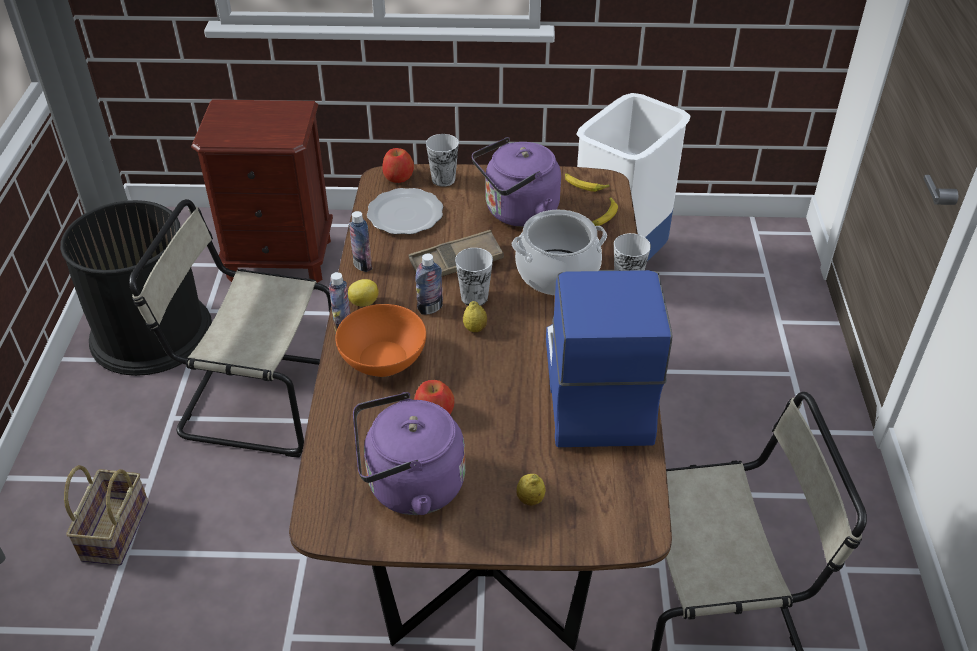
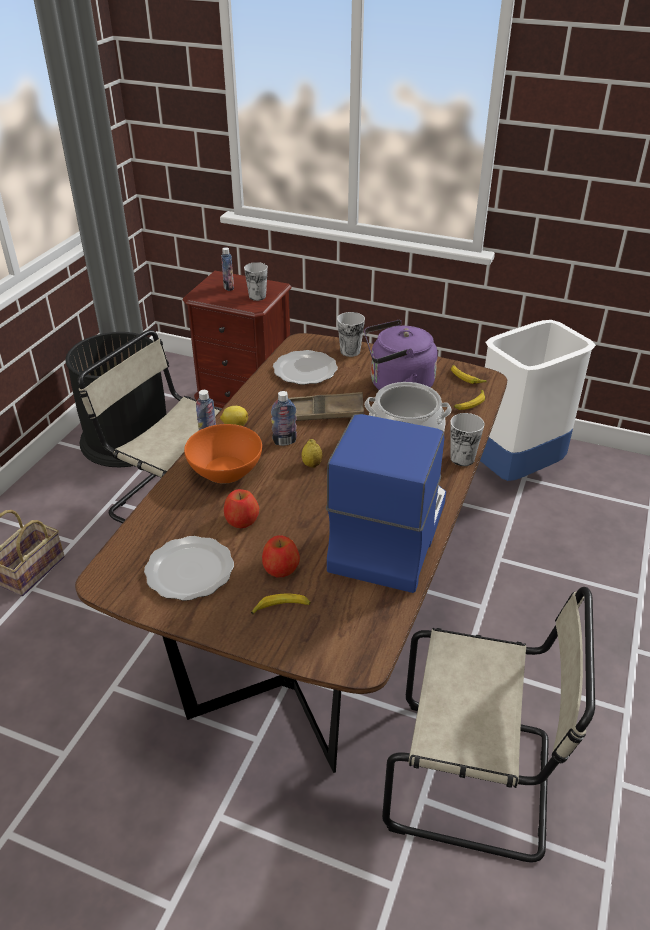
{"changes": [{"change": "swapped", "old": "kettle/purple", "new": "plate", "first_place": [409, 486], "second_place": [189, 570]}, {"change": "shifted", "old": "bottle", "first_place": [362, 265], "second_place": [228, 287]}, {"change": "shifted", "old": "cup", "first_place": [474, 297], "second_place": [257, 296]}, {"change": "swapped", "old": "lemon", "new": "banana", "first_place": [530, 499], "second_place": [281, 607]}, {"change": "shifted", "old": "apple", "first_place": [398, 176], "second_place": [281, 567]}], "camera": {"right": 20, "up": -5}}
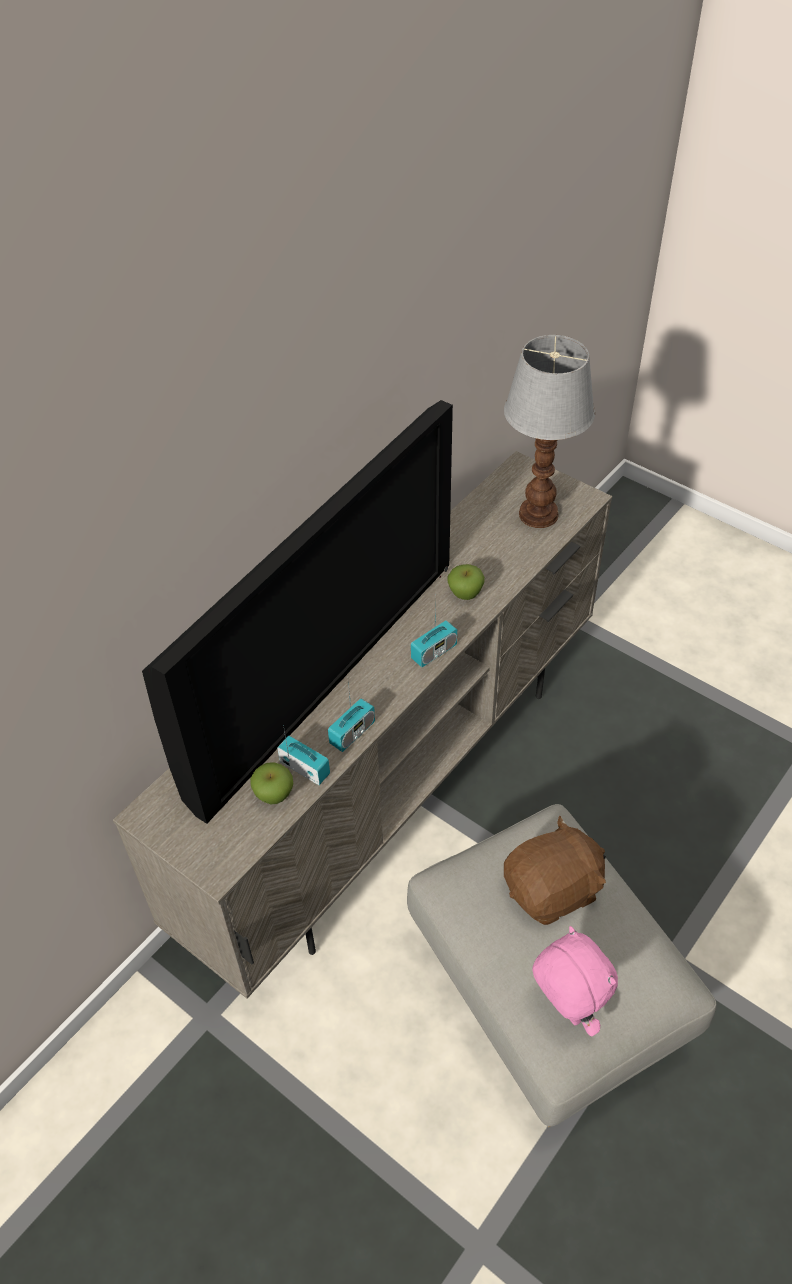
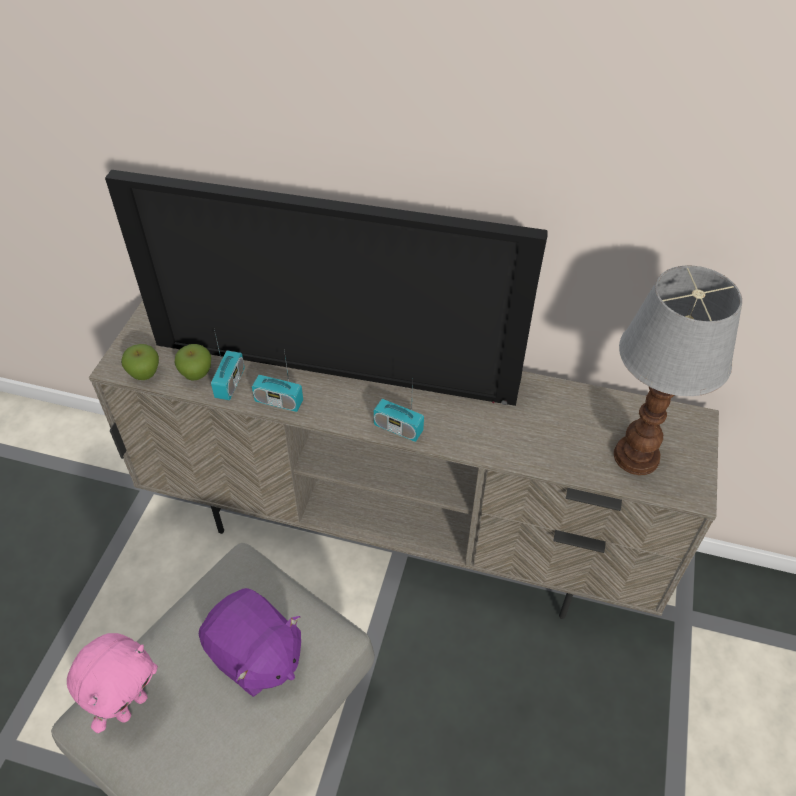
{"changes": [{"change": "shifted", "old": "apple", "first_place": [465, 594], "second_place": [145, 374]}, {"change": "repainted", "old": "plush toy/brown", "new": "plush toy/purple", "first_place": [553, 890], "second_place": [255, 656]}], "camera": {"right": 65, "up": 0}}
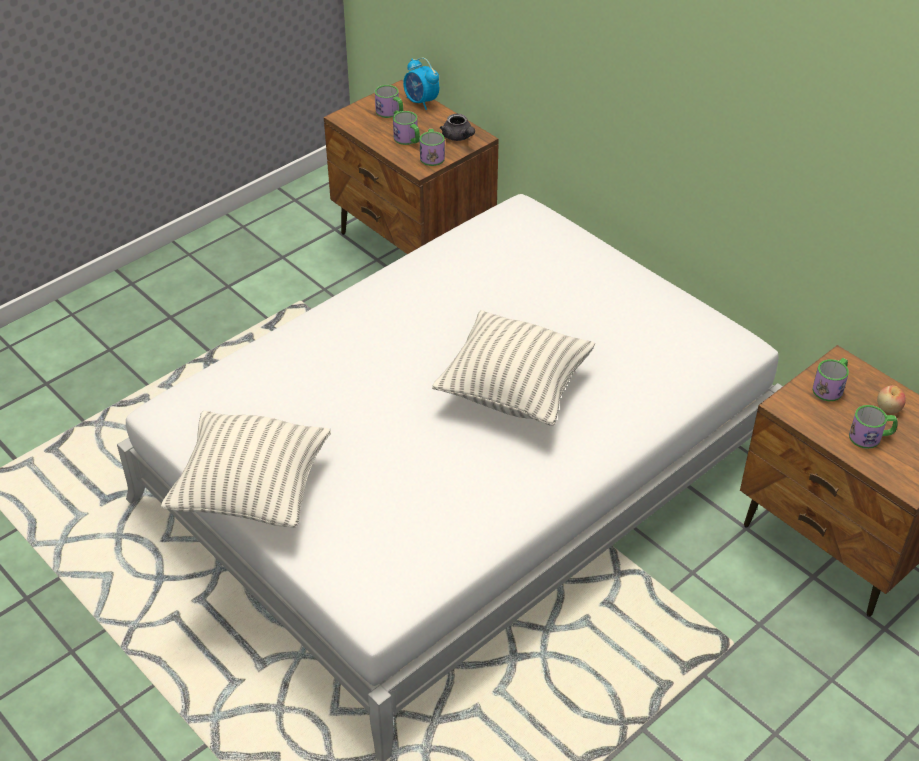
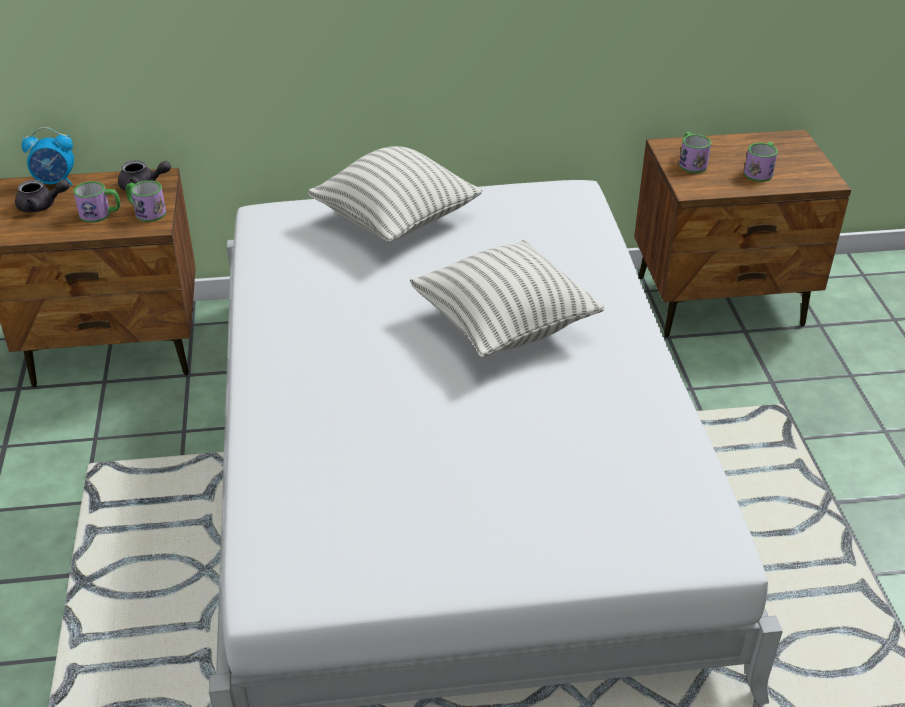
{"changes": [{"change": "swapped", "old": "mug", "new": "teapot/grey", "first_place": [390, 113], "second_place": [42, 206]}, {"change": "shifted", "old": "pillow", "first_place": [252, 492], "second_place": [396, 222]}, {"change": "gone", "old": "apple", "first_place": [888, 408]}], "camera": {"right": -55, "up": -5}}
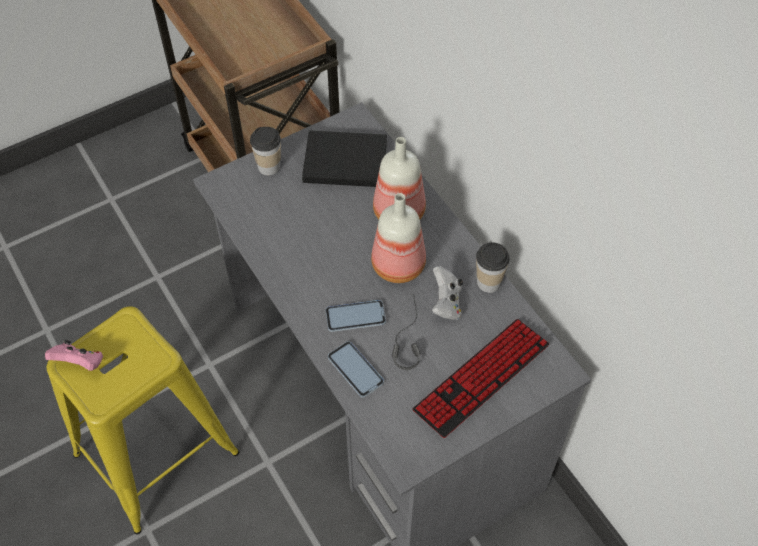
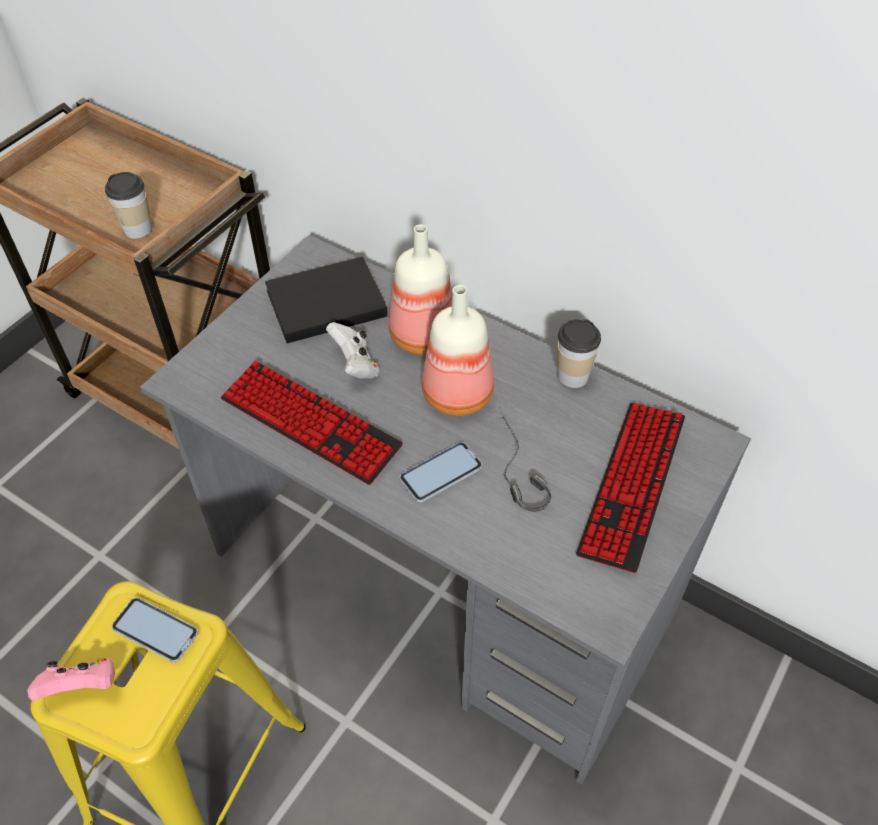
{"changes": [{"change": "shifted", "old": "cup", "first_place": [269, 167], "second_place": [138, 229]}, {"change": "shifted", "old": "phone", "first_place": [355, 370], "second_place": [155, 630]}, {"change": "new", "new": "keyboard", "second_place": [310, 423]}, {"change": "shifted", "old": "game controller/white", "first_place": [446, 303], "second_place": [355, 365]}], "camera": {"right": -25, "up": -5}}
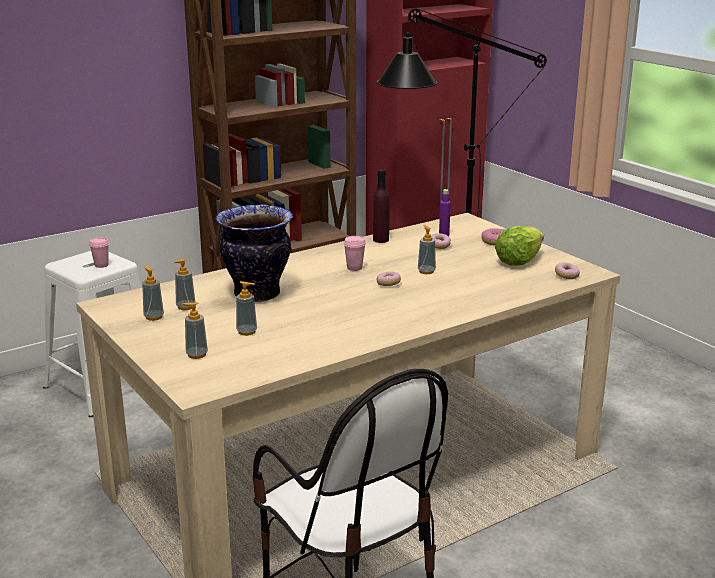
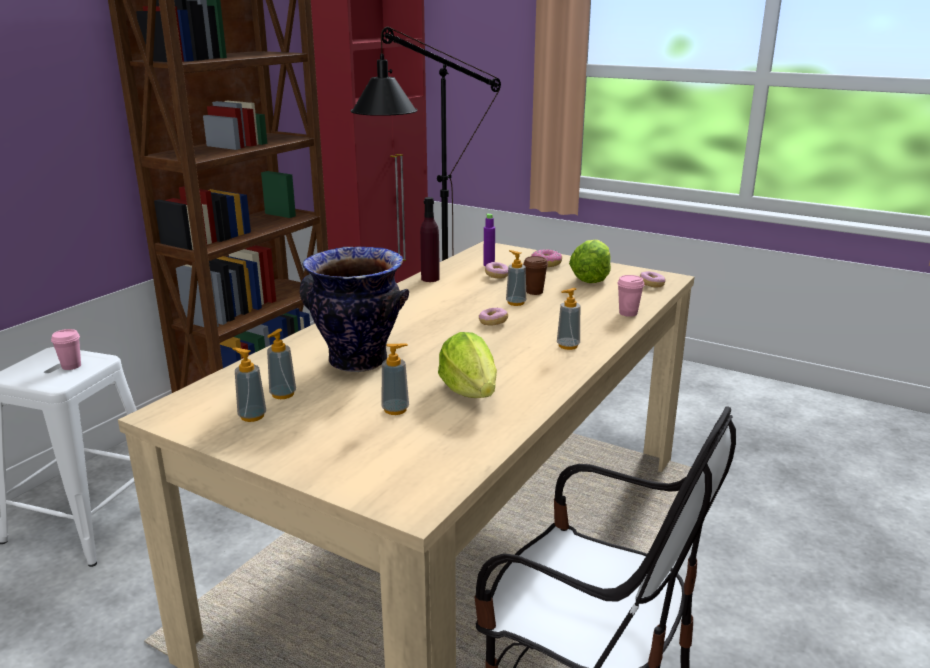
{"changes": [{"change": "new", "new": "lettuce", "second_place": [470, 392]}, {"change": "new", "new": "cup/brown", "second_place": [534, 292]}, {"change": "shifted", "old": "soap dispenser", "first_place": [196, 355], "second_place": [568, 346]}, {"change": "shifted", "old": "cup/pink", "first_place": [354, 268], "second_place": [628, 313]}], "camera": {"right": -25, "up": 0}}
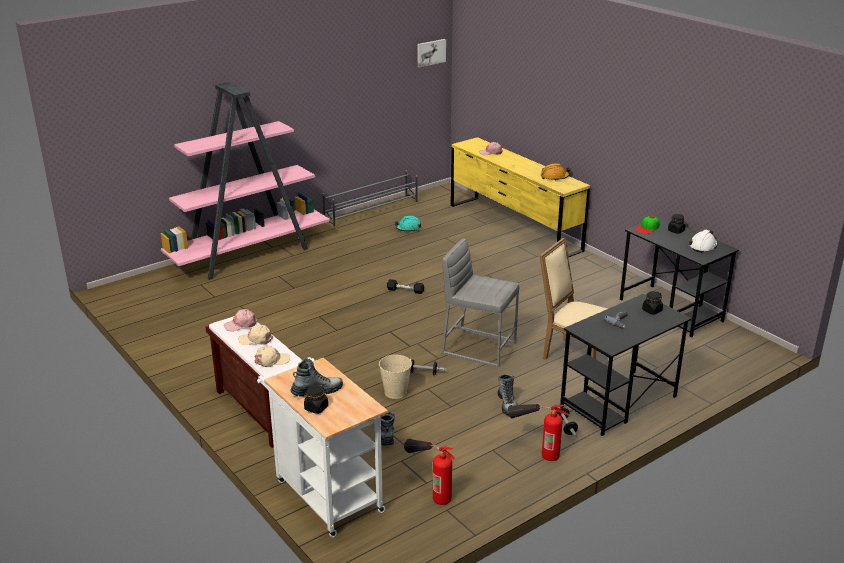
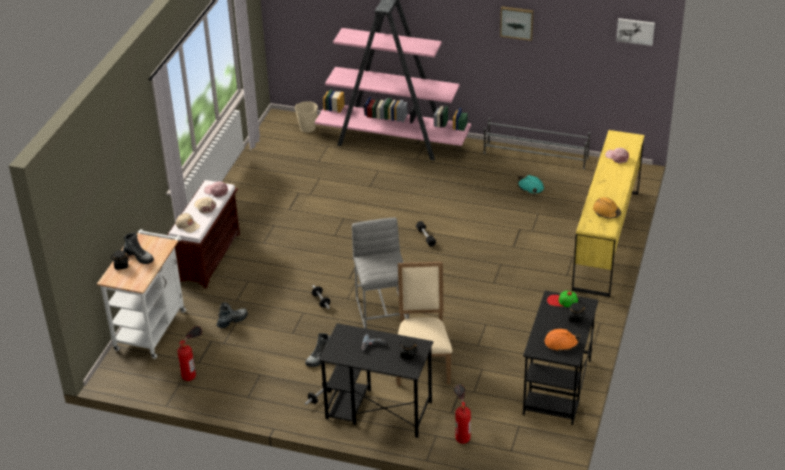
{"changes": [{"change": "shifted", "old": "bucket/beige", "first_place": [395, 392], "second_place": [307, 127]}, {"change": "shifted", "old": "fire extinguisher", "first_place": [535, 450], "second_place": [461, 428]}, {"change": "new", "new": "picture", "second_place": [517, 22]}, {"change": "repainted", "old": "hard hat/white", "new": "hard hat/orange", "first_place": [703, 246], "second_place": [561, 343]}], "camera": {"right": 55, "up": 10}}
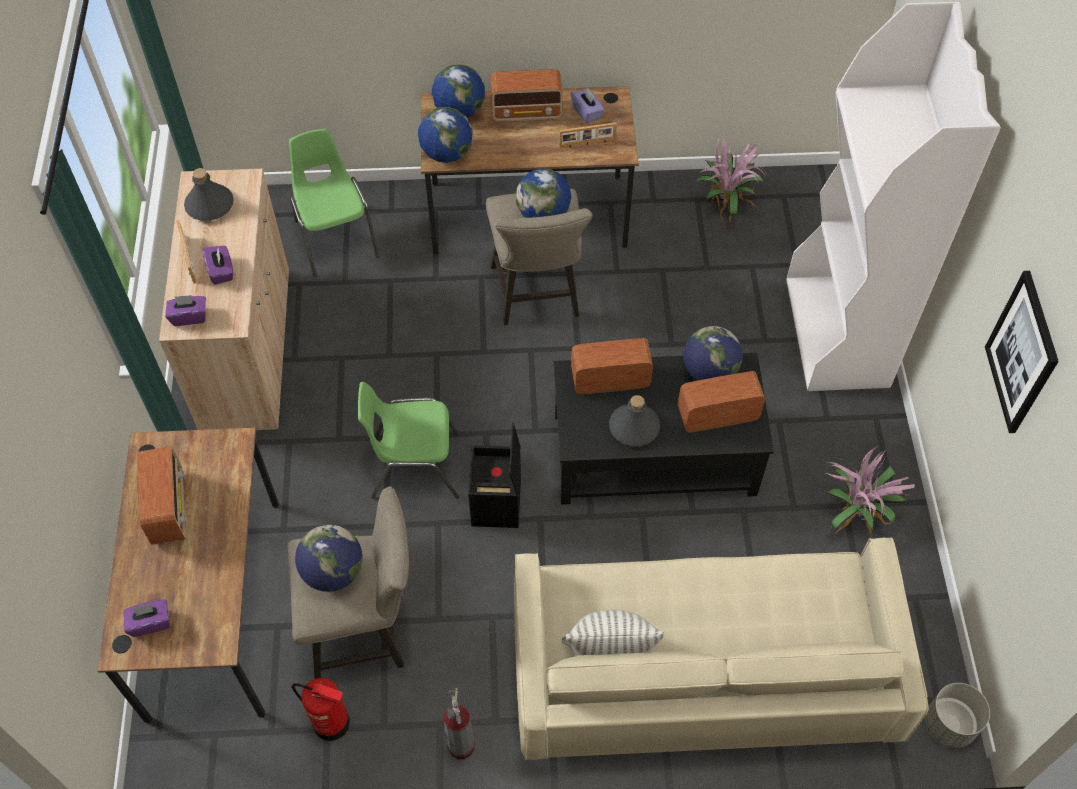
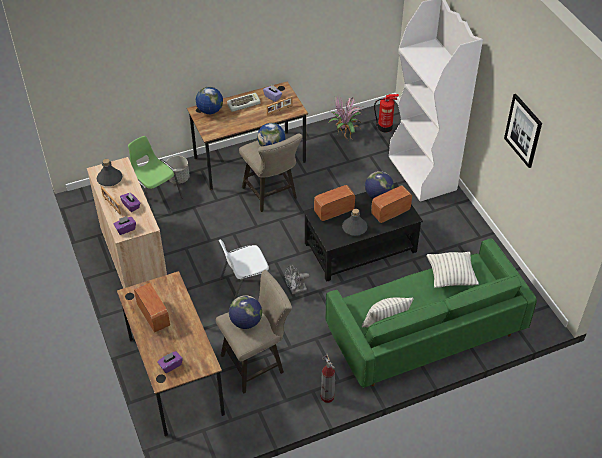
{"changes": [{"change": "shifted", "old": "planter/grey", "first_place": [948, 725], "second_place": [178, 178]}, {"change": "repainted", "old": "chair/green", "new": "chair/white", "first_place": [414, 466], "second_place": [246, 285]}, {"change": "swapped", "old": "radio", "new": "keyboard", "first_place": [527, 112], "second_place": [244, 104]}, {"change": "swapped", "old": "storage box/black", "new": "fan/grey", "first_place": [497, 504], "second_place": [295, 290]}, {"change": "repainted", "old": "sofa/beige", "new": "sofa/green", "first_place": [701, 672], "second_place": [424, 332]}, {"change": "shifted", "old": "fire extinguisher", "first_place": [332, 723], "second_place": [385, 127]}, {"change": "new", "new": "pillow", "second_place": [450, 277]}, {"change": "gone", "old": "globe", "first_place": [446, 154]}, {"change": "gone", "old": "potted plant", "first_place": [856, 515]}], "camera": {"right": -20, "up": -10}}
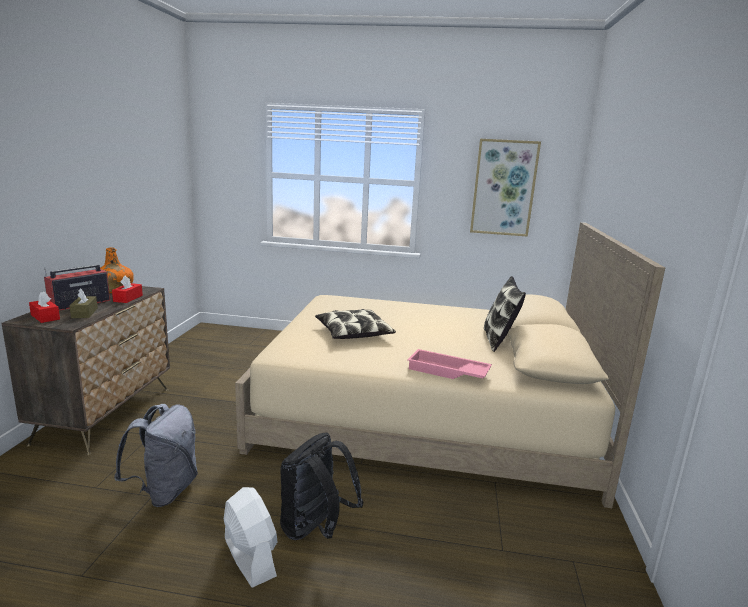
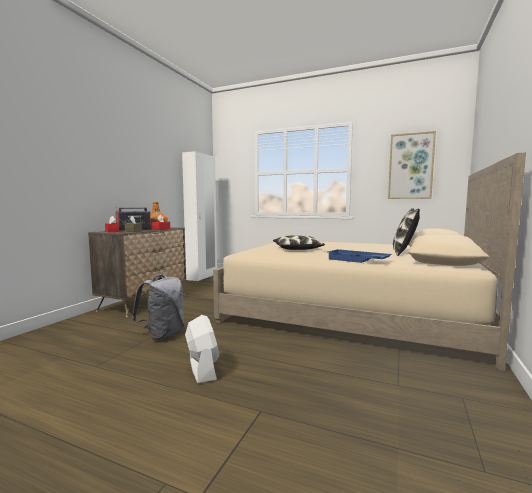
{"changes": [{"change": "new", "new": "wardrobe/white", "second_place": [202, 277]}, {"change": "repainted", "old": "tray/pink", "new": "tray/blue", "first_place": [447, 372], "second_place": [357, 260]}, {"change": "gone", "old": "backpack/black", "first_place": [315, 529]}], "camera": {"right": 15, "up": -10}}
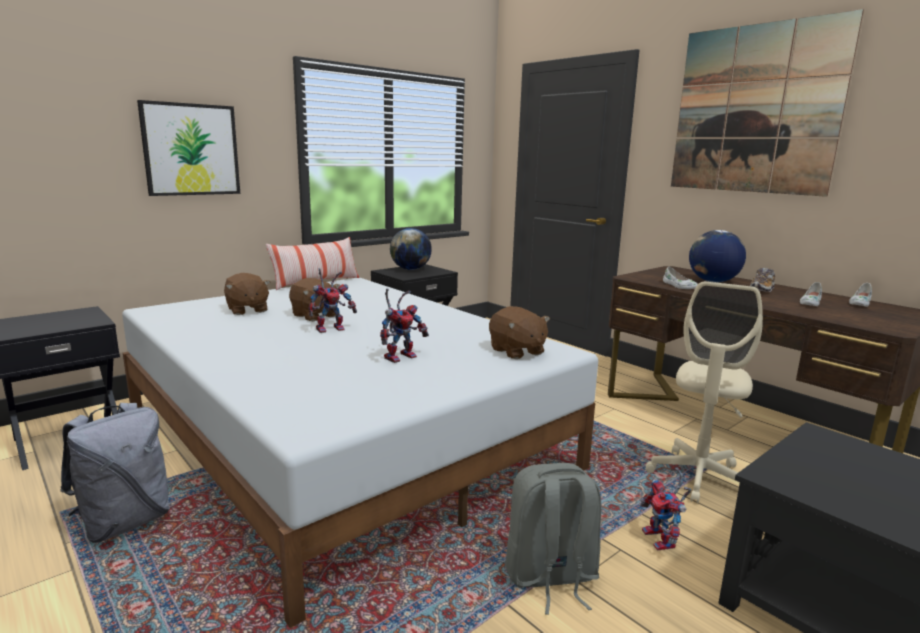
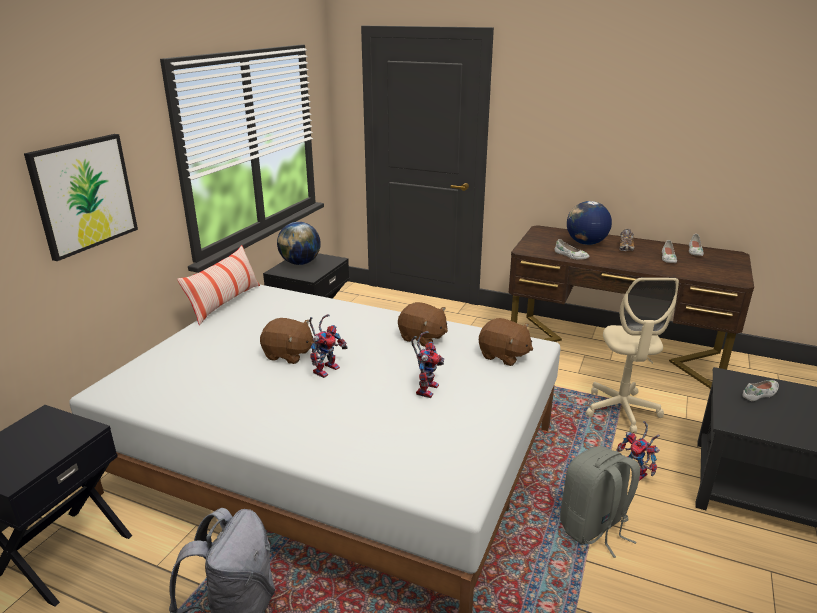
{"changes": [{"change": "shifted", "old": "plush toy/brown", "first_place": [247, 310], "second_place": [422, 338]}, {"change": "new", "new": "shoe/white", "second_place": [760, 394]}, {"change": "gone", "old": "picture", "first_place": [755, 110]}], "camera": {"right": -25, "up": 10}}
